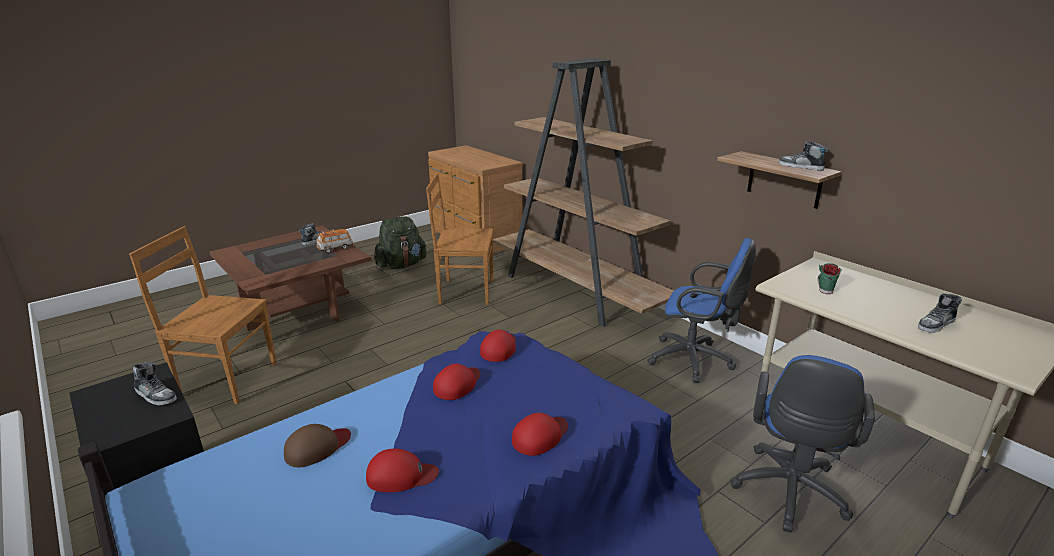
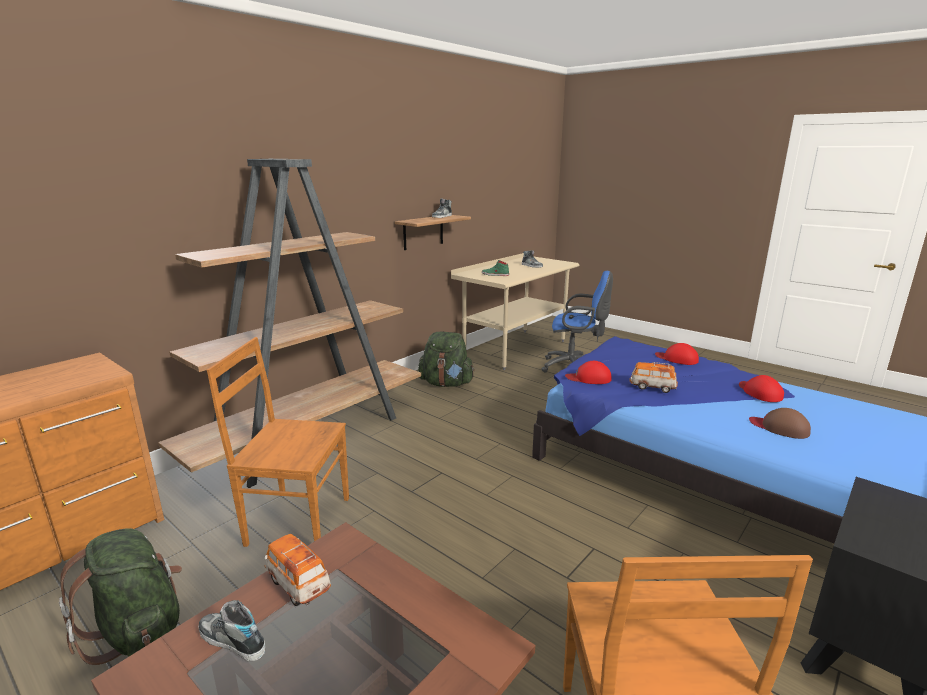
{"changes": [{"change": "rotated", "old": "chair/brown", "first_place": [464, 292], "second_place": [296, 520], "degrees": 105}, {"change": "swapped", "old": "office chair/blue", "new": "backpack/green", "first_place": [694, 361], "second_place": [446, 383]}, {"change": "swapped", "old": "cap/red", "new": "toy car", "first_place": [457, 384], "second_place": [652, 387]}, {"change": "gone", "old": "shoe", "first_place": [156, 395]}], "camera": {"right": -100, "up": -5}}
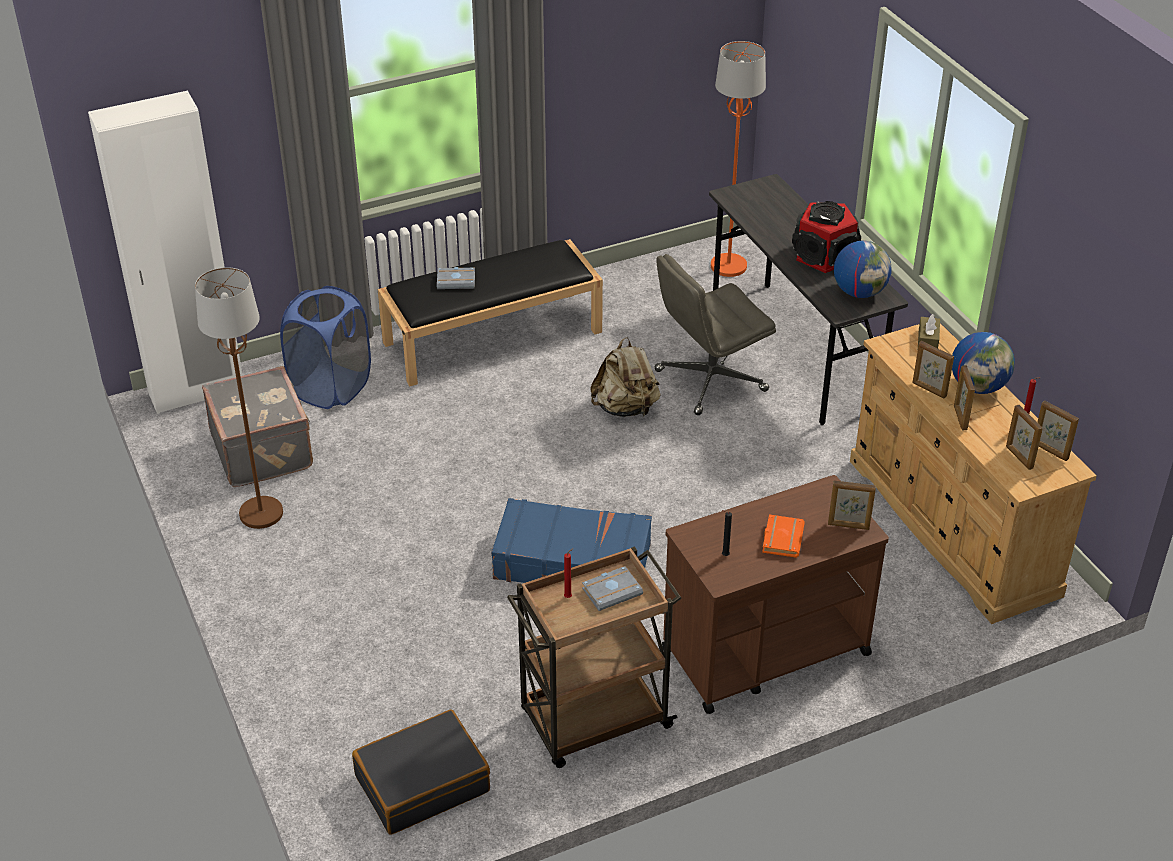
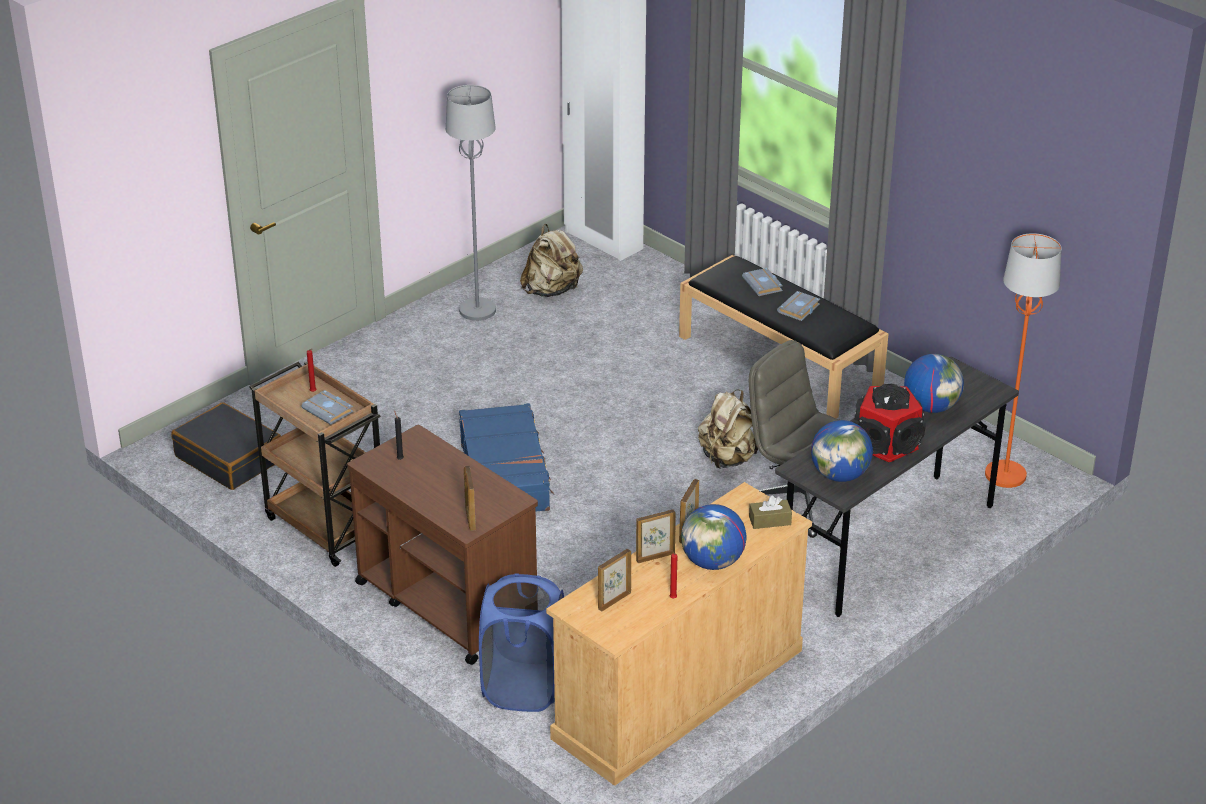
{"changes": [{"change": "repainted", "old": "floor lamp/brown", "new": "floor lamp/grey", "first_place": [261, 513], "second_place": [478, 310]}, {"change": "shifted", "old": "laundry basket/blue", "first_place": [331, 388], "second_place": [523, 688]}, {"change": "swapped", "old": "suitcase/grey", "new": "backpack/beige", "first_place": [264, 450], "second_place": [552, 290]}, {"change": "new", "new": "book/grey", "second_place": [799, 309]}, {"change": "new", "new": "globe", "second_place": [931, 407]}, {"change": "gone", "old": "book/orange", "first_place": [781, 538]}, {"change": "gone", "old": "picture frame", "first_place": [1050, 451]}], "camera": {"right": 70, "up": -5}}
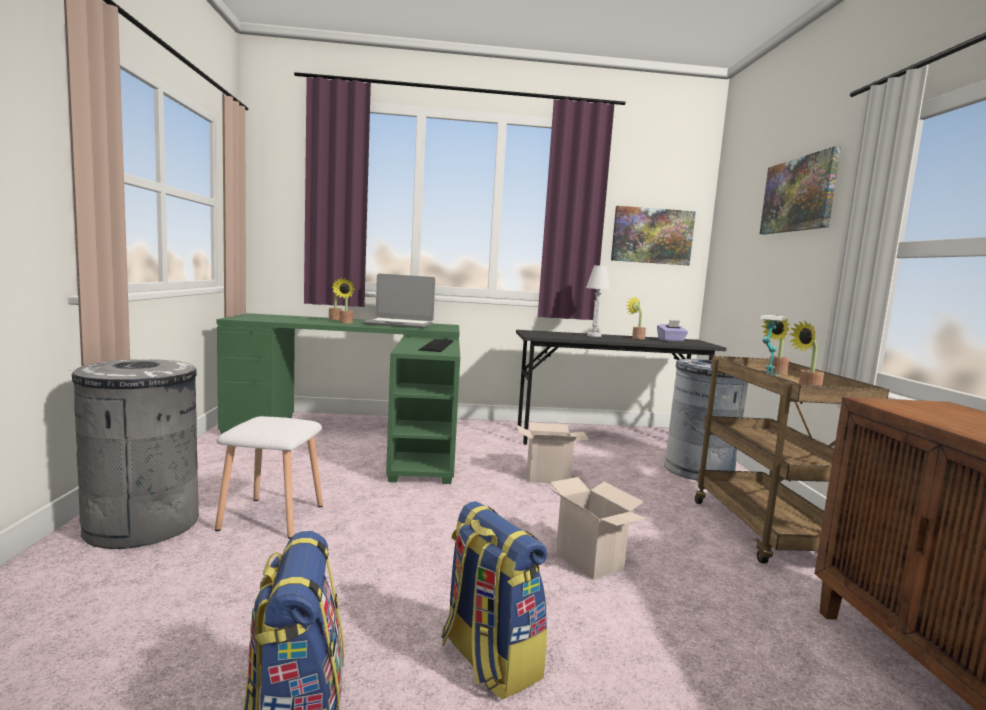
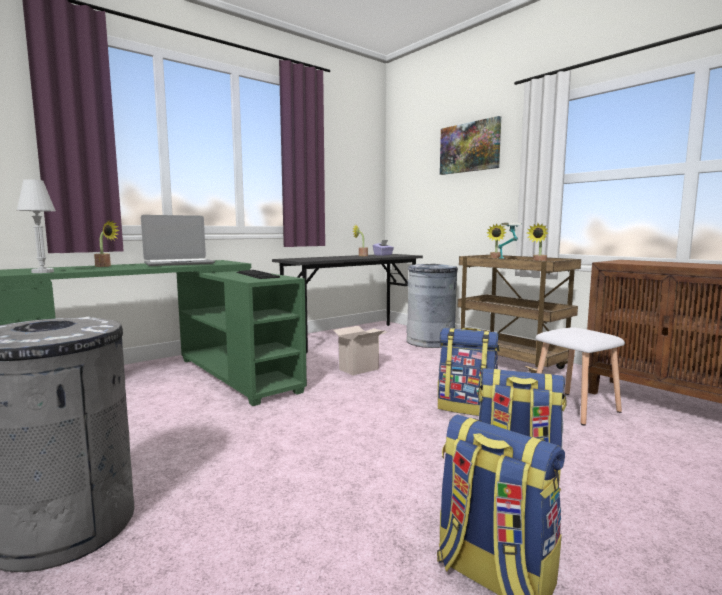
{"changes": [{"change": "shifted", "old": "table lamp/white", "first_place": [594, 335], "second_place": [42, 272]}, {"change": "swapped", "old": "cardboard box", "new": "backpack", "first_place": [591, 561], "second_place": [467, 407]}, {"change": "shifted", "old": "stool/white", "first_place": [270, 517], "second_place": [574, 408]}, {"change": "gone", "old": "potted plant", "first_place": [345, 323]}, {"change": "gone", "old": "picture", "first_place": [652, 236]}], "camera": {"right": -35, "up": 0}}
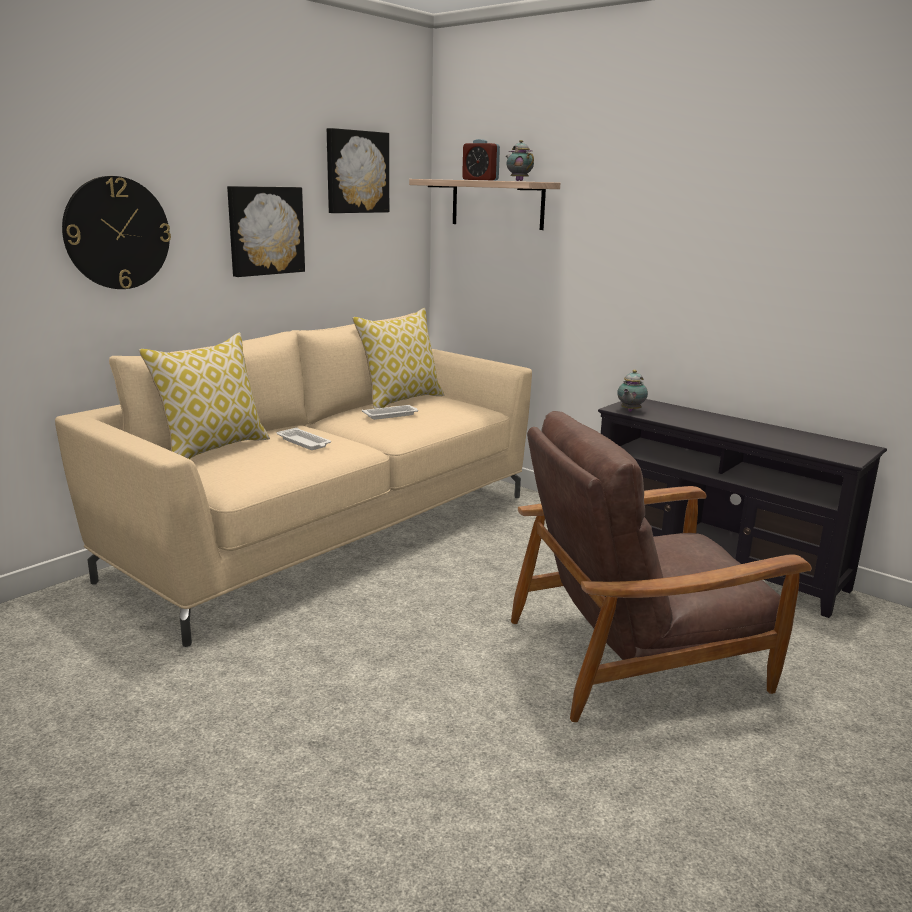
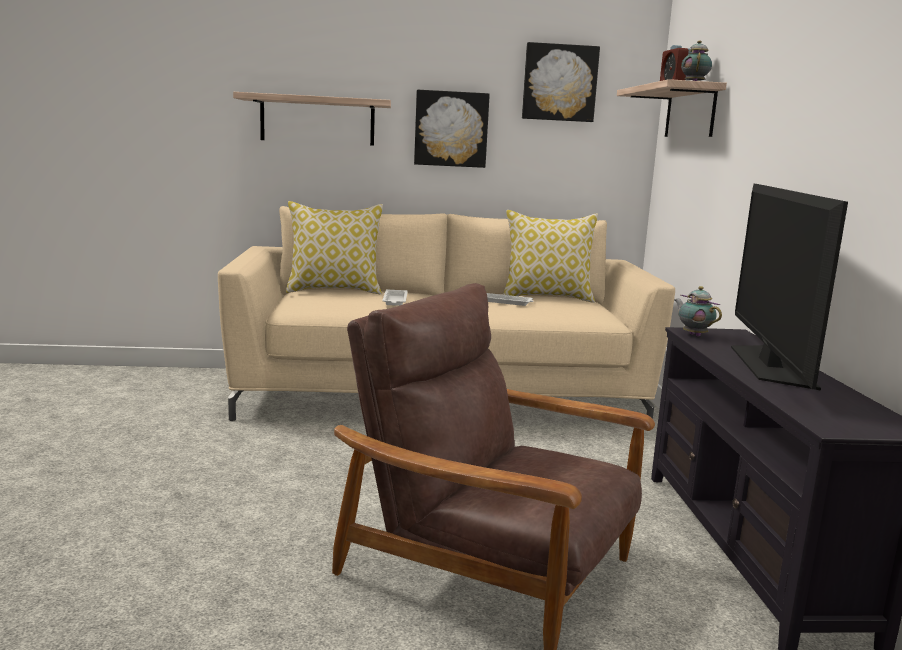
{"changes": [{"change": "swapped", "old": "wall clock", "new": "shelf", "first_place": [117, 233], "second_place": [317, 120]}, {"change": "rotated", "old": "teapot", "first_place": [629, 411], "second_place": [693, 335], "degrees": 75}, {"change": "new", "new": "television", "second_place": [769, 364]}], "camera": {"right": 45, "up": -5}}
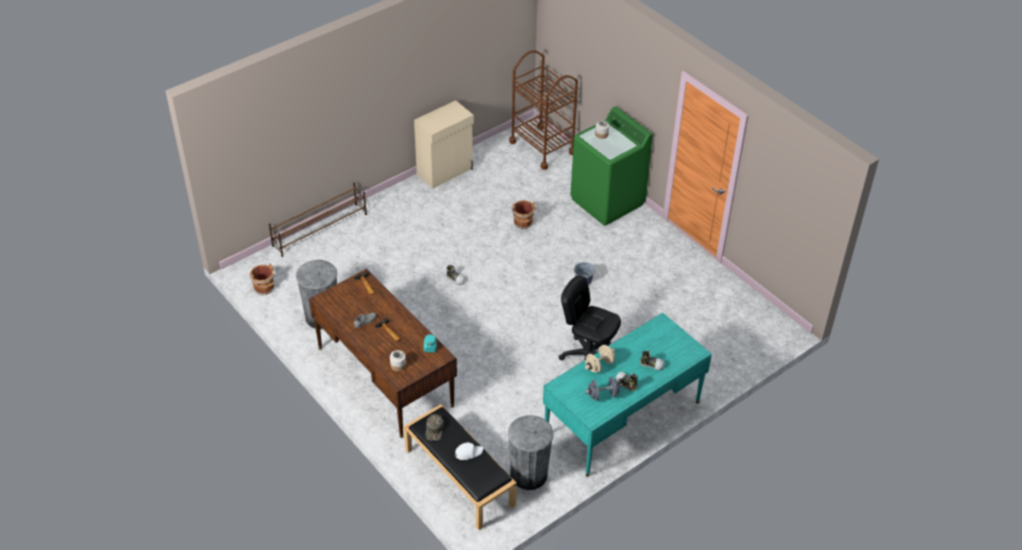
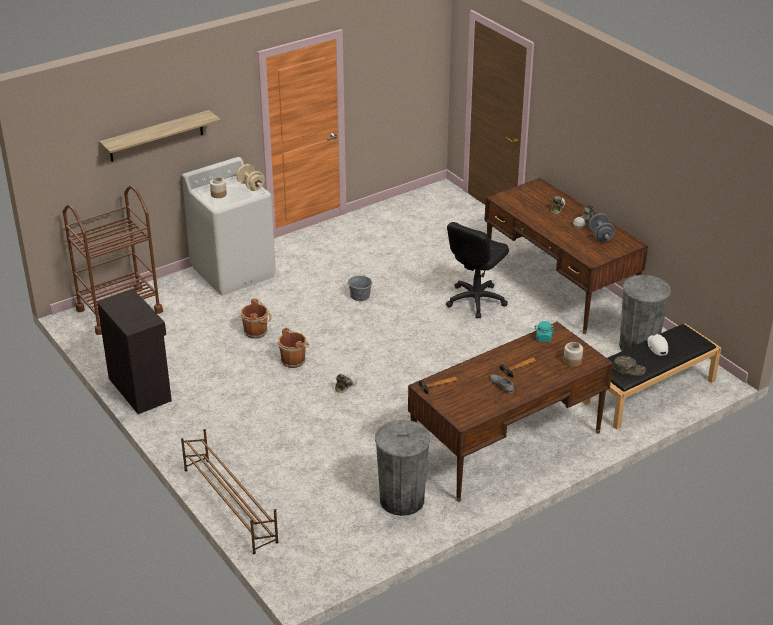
{"changes": [{"change": "repainted", "old": "cabinet/beige", "new": "cabinet/black", "first_place": [445, 172], "second_place": [140, 389]}, {"change": "new", "new": "shelf", "second_place": [156, 136]}, {"change": "repainted", "old": "washing machine/green", "new": "washing machine/white", "first_place": [607, 201], "second_place": [234, 271]}, {"change": "shifted", "old": "dumbbell/beige", "first_place": [599, 365], "second_place": [251, 186]}, {"change": "shifted", "old": "bucket/brown", "first_place": [265, 288], "second_place": [294, 360]}, {"change": "repainted", "old": "desk/turquoise", "new": "desk/brown", "first_place": [622, 418], "second_place": [558, 286]}], "camera": {"right": -85, "up": -10}}
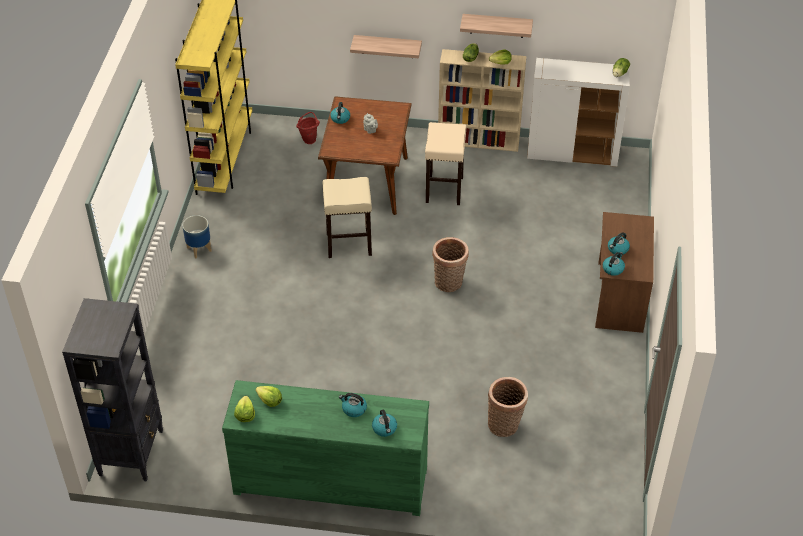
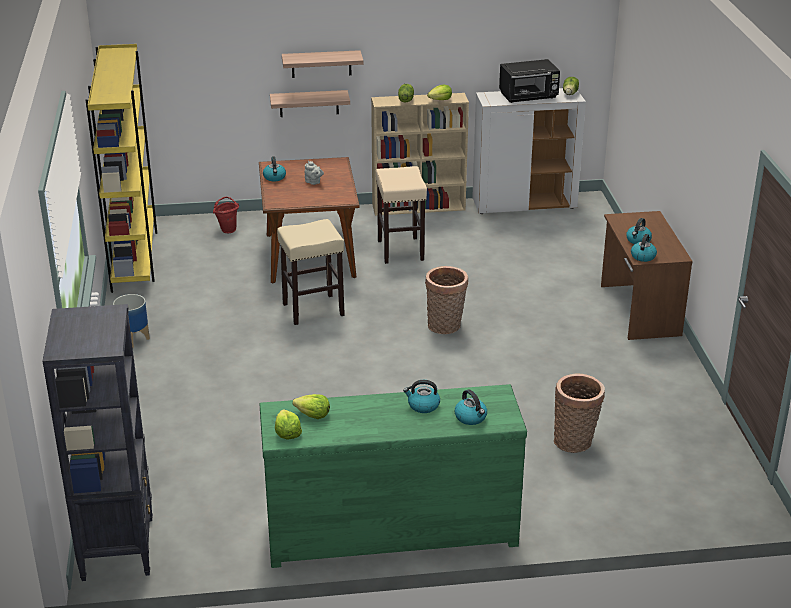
{"changes": [{"change": "shifted", "old": "shelf", "first_place": [497, 25], "second_place": [321, 64]}, {"change": "new", "new": "microwave/black", "second_place": [529, 96]}], "camera": {"right": -15, "up": -15}}
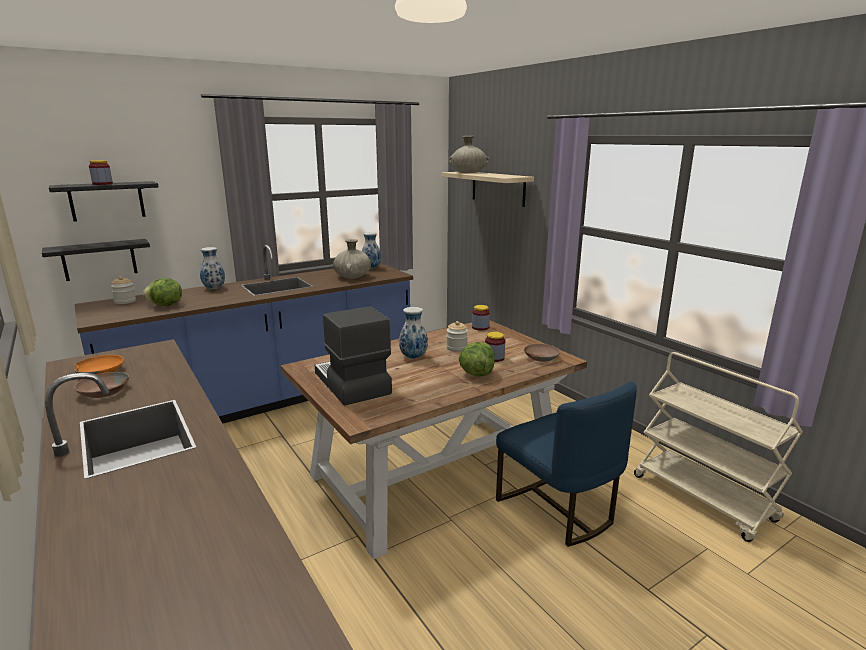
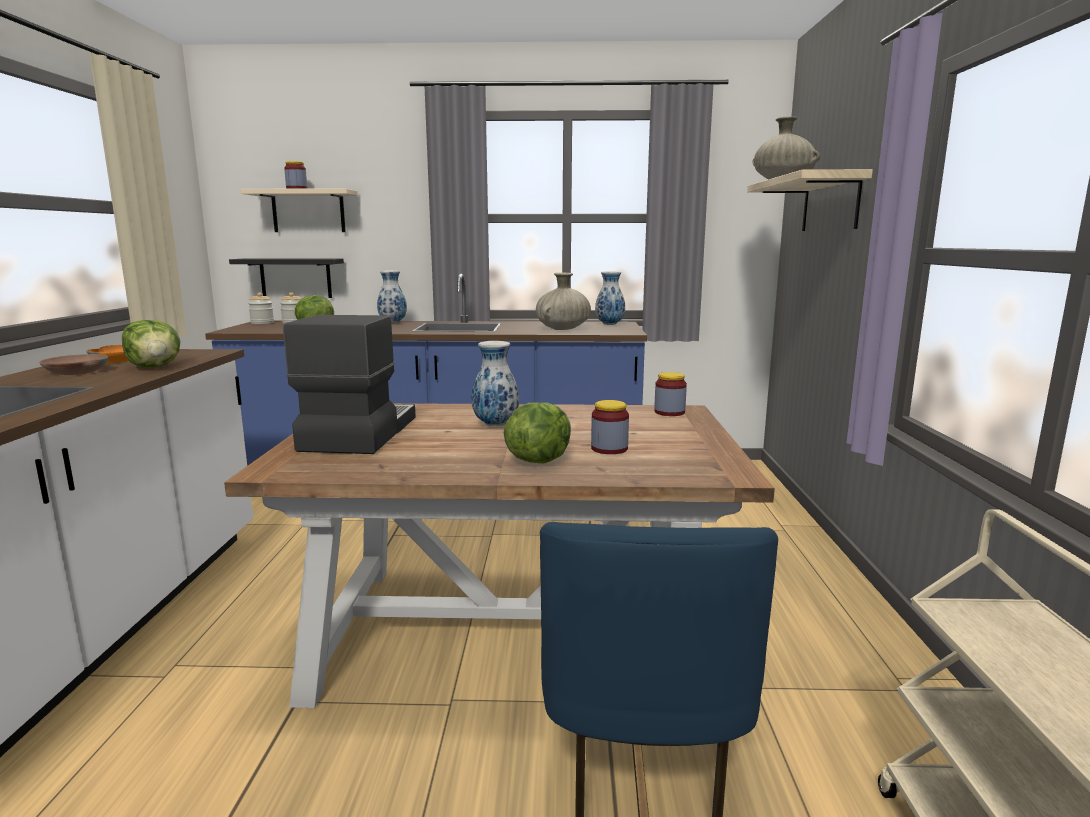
{"changes": [{"change": "new", "new": "lettuce", "second_place": [155, 367]}, {"change": "repainted", "old": "shelf/black", "new": "shelf/beige", "first_place": [107, 201], "second_place": [308, 211]}, {"change": "shifted", "old": "jar", "first_place": [457, 348], "second_place": [262, 323]}, {"change": "gone", "old": "bowl/brown", "first_place": [541, 357]}], "camera": {"right": 35, "up": -5}}
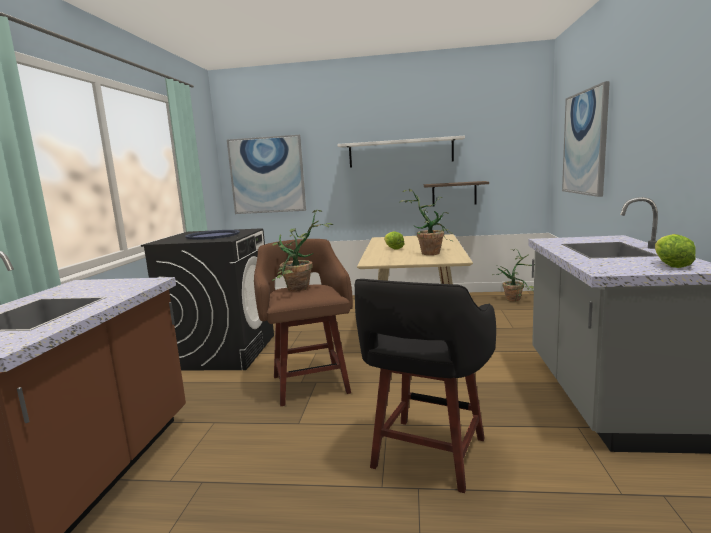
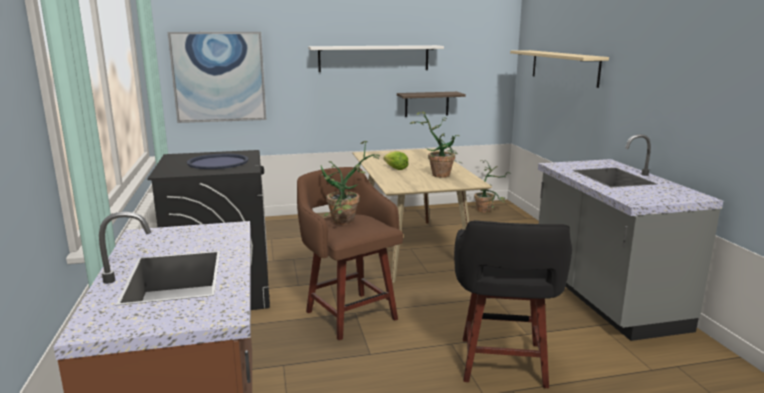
{"changes": [{"change": "swapped", "old": "picture", "new": "shelf/beige", "first_place": [585, 143], "second_place": [564, 67]}, {"change": "gone", "old": "lettuce", "first_place": [670, 265]}], "camera": {"right": -20, "up": 5}}
